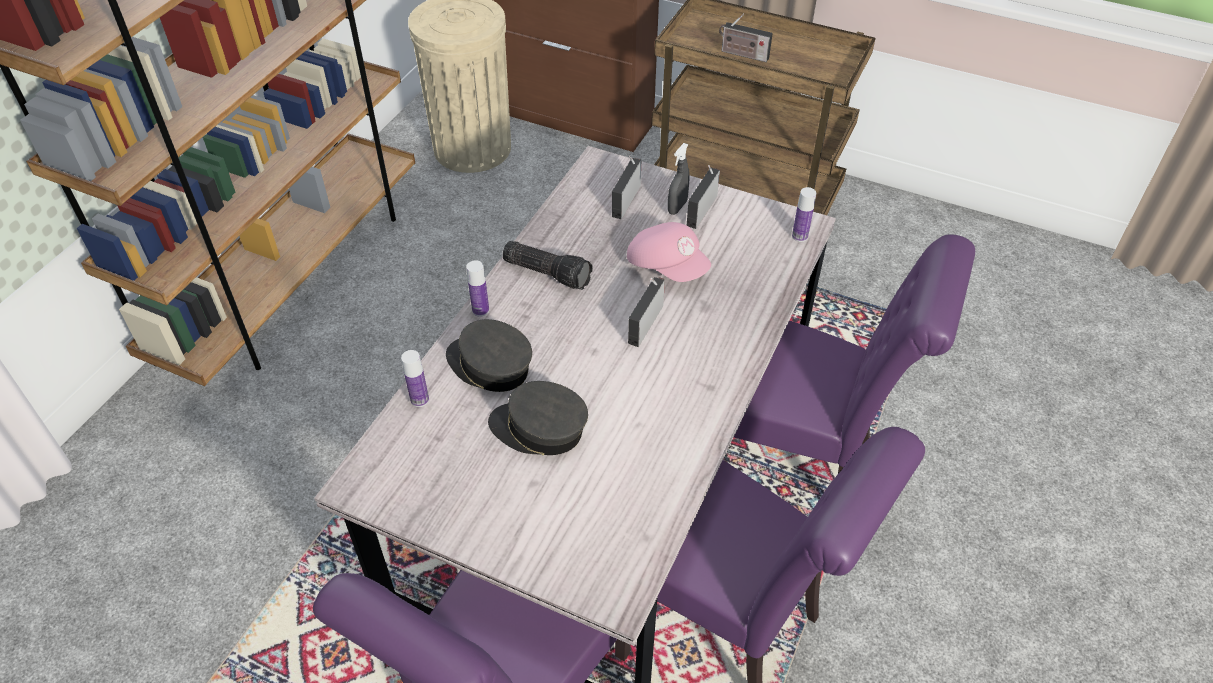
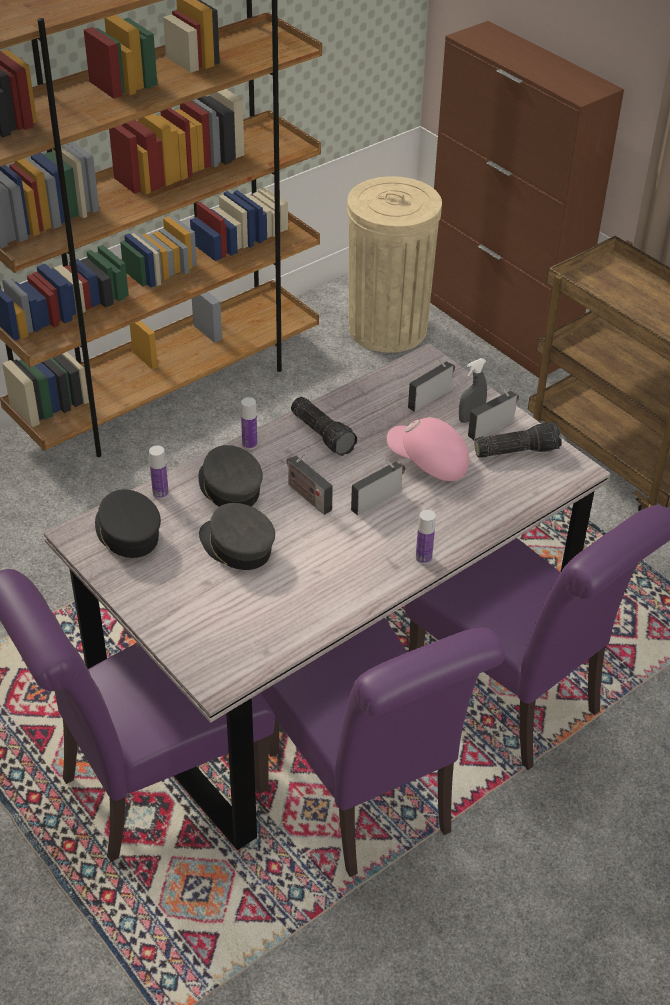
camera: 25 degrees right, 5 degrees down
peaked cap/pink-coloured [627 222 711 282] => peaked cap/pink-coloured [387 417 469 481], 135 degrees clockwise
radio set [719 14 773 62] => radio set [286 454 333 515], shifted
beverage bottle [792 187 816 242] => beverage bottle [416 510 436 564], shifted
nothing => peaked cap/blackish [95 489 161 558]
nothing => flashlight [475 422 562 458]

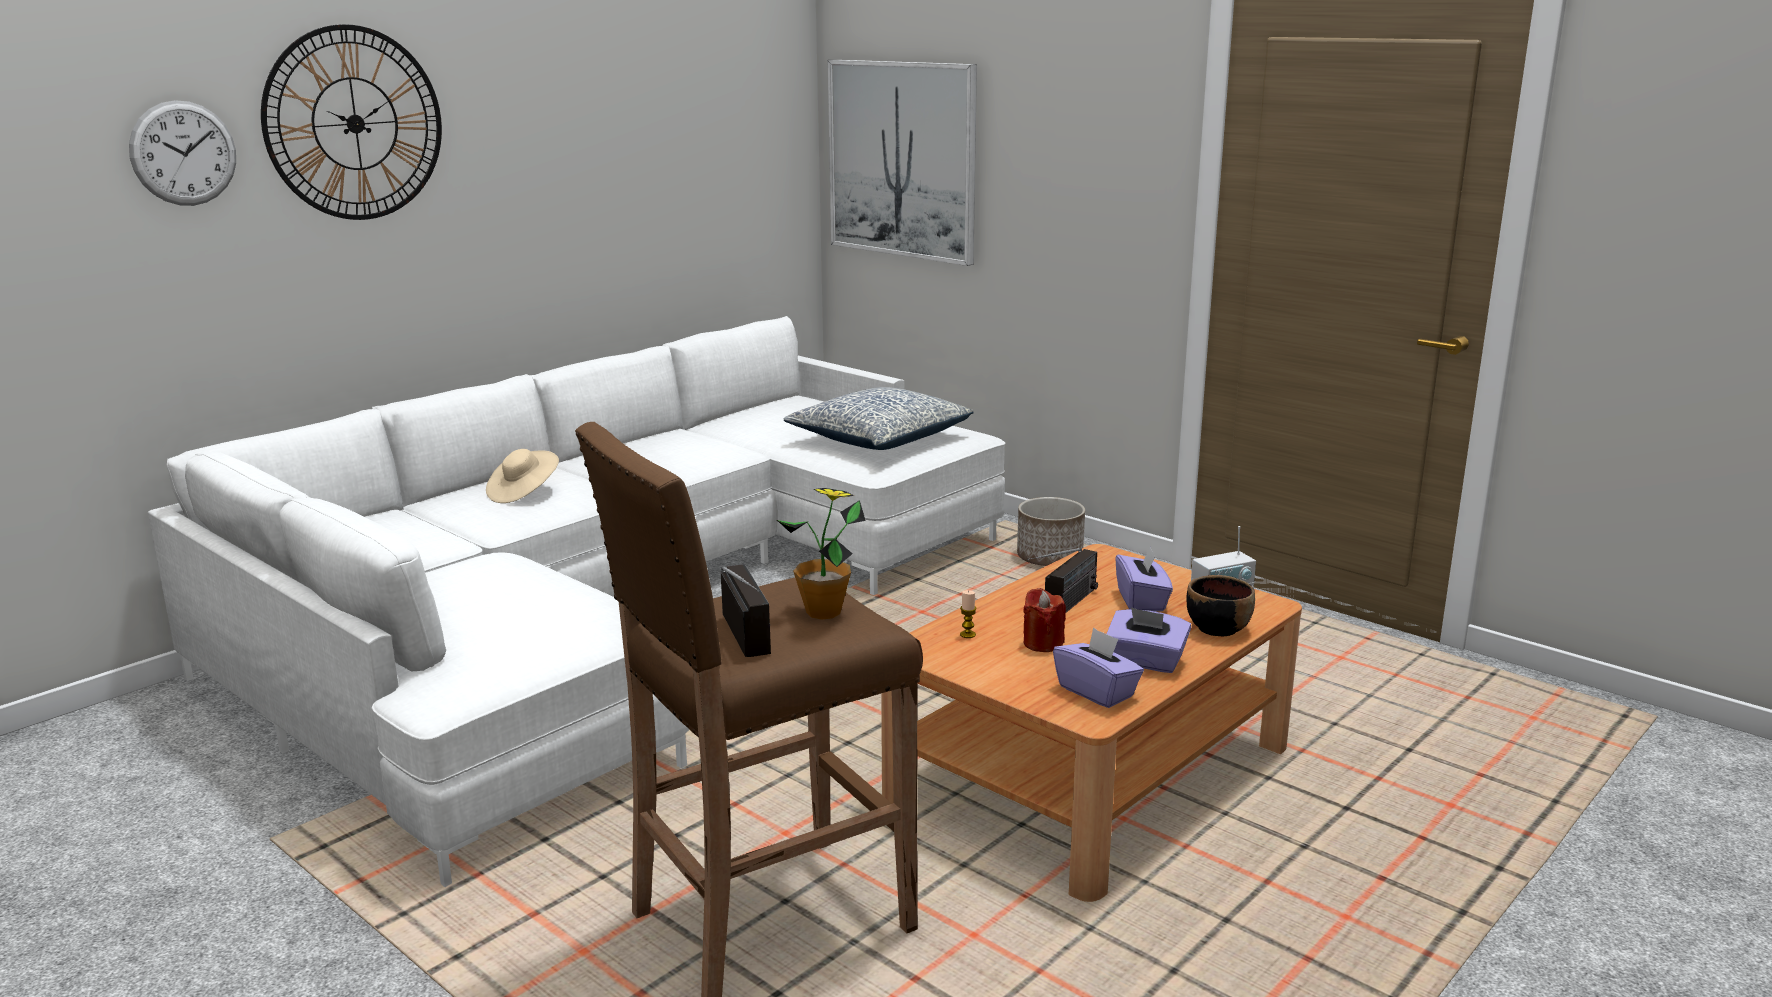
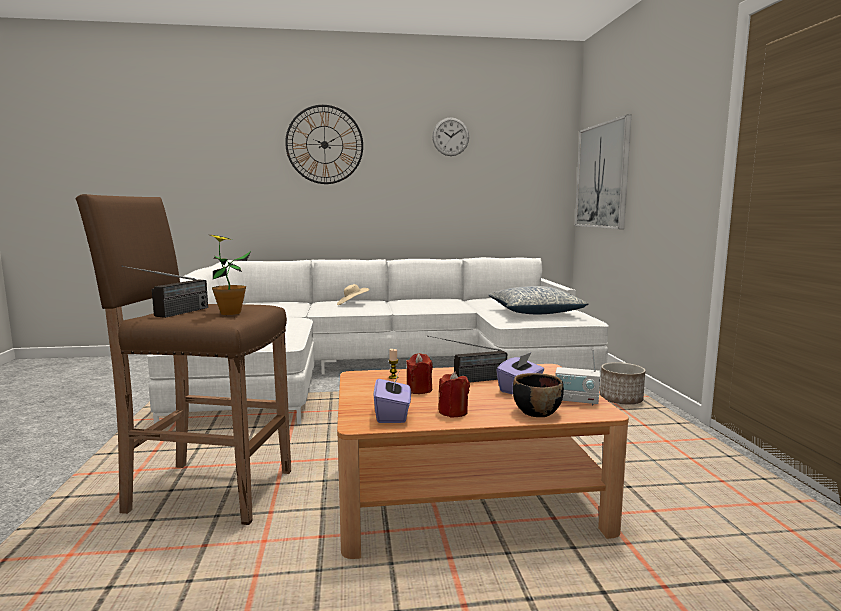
camera: 40 degrees right, 10 degrees down
clock on the wall [129 100 236 206] => clock on the wall [432 117 469 156], shifted
tissue box/purple [1107 607 1191 673] => wax light/red-coloured [438 372 470 417]

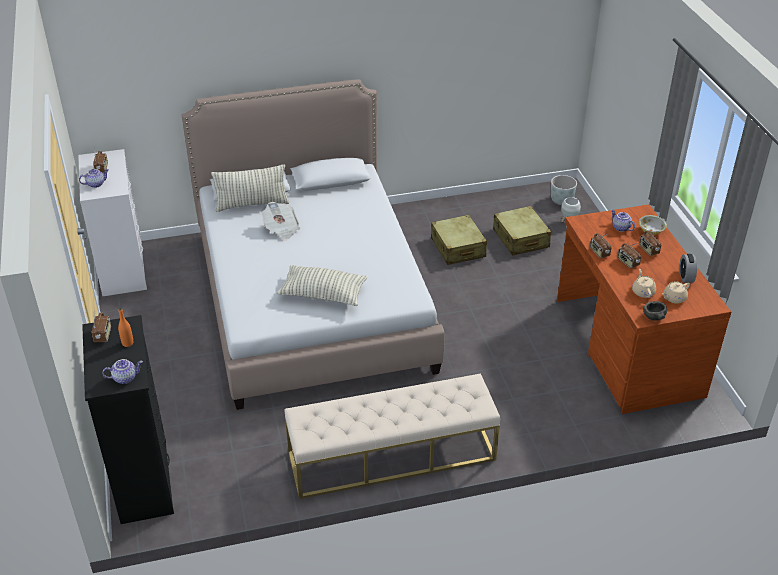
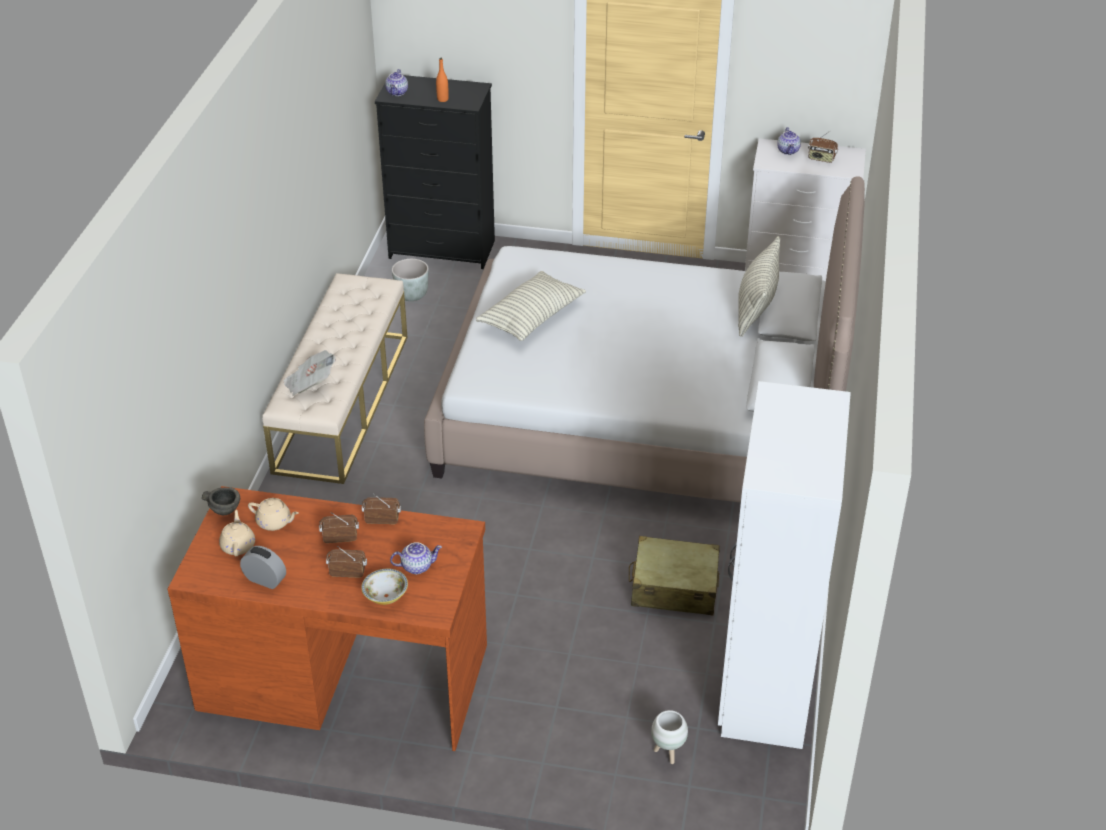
camera: 115 degrees right, 0 degrees up
radio set [92 313 111 342] => nothing
printed paper [262 202 300 240] => printed paper [283 350 336 396], shifted
suitcase/beige [493 206 551 255] => nothing
flower pot/greyish [551 175 577 205] => flower pot/greyish [392 259 429 301], shifted
nothing => wardrobe/white-coloured [718 381 851 749]

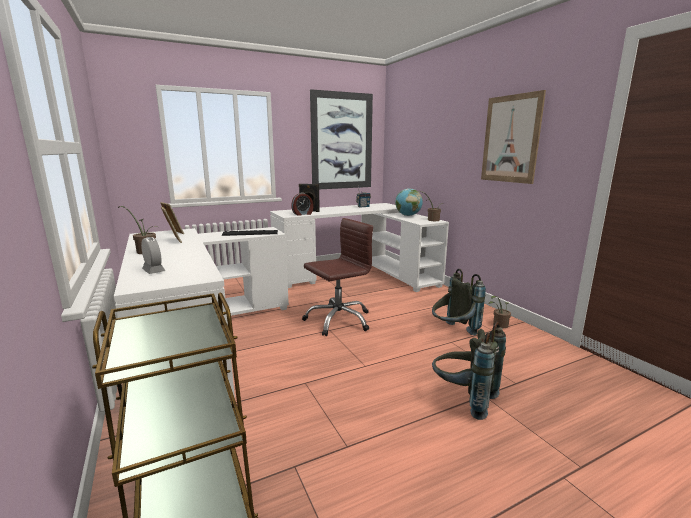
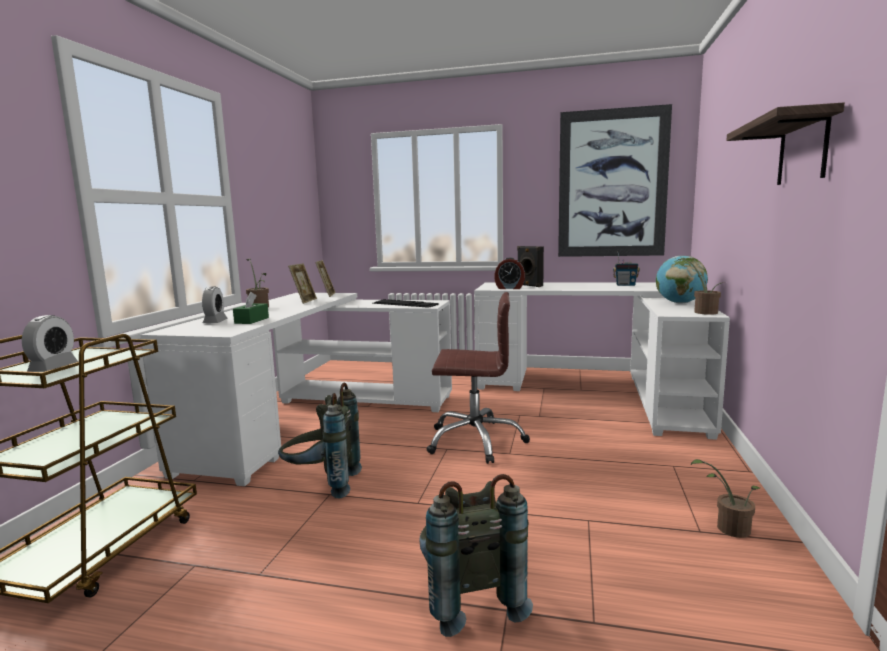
camera: 40 degrees right, 5 degrees down
rucksack/greyish [432 269 486 336] => rucksack/greyish [278 383 362 498], shifted
wall picture [481 90 546 184] => wall shelf [727 102 845 185]
nothing => table clock [22 315 78 372]
nothing => tissue box/greenish [233 292 269 324]

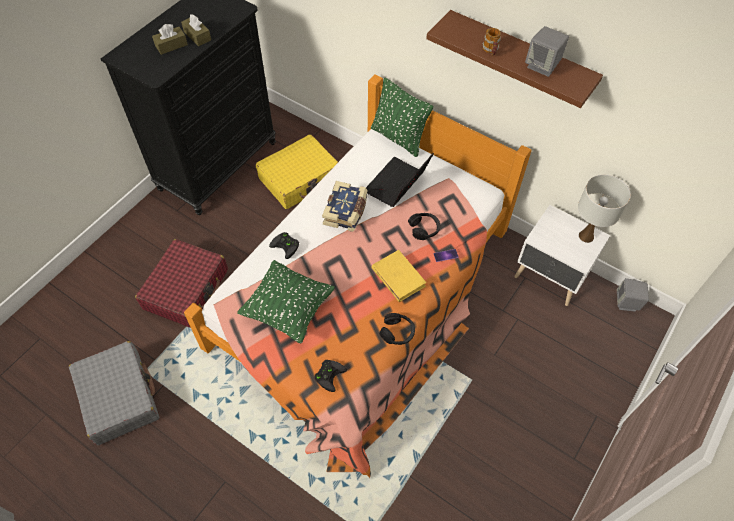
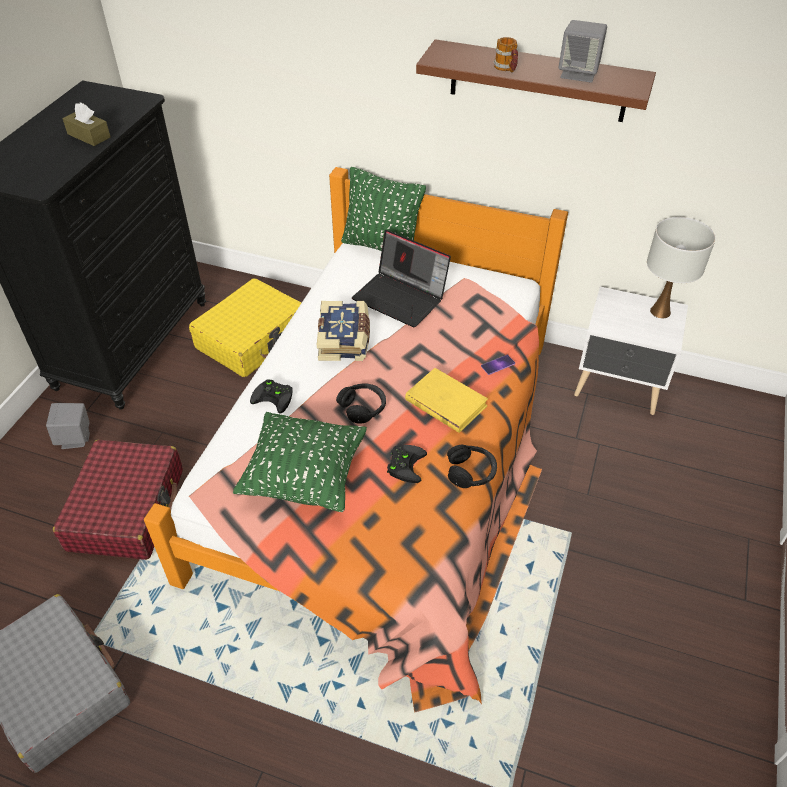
camera: 15 degrees left, 10 degrees down
tissue box/brown [152 24 188 55] => nothing
gamepad/blackish [314 360 347 392] => gamepad/blackish [387 445 427 483], shifted
portable computer [366 153 434 207] => portable computer [352 230 451 327], 75 degrees counterclockwise
headphones/blackish [408 213 440 240] => headphones/blackish [336 384 386 424], shifted
audio speaker/greyish [617 278 649 312] => audio speaker/greyish [46 403 90 449], shifted

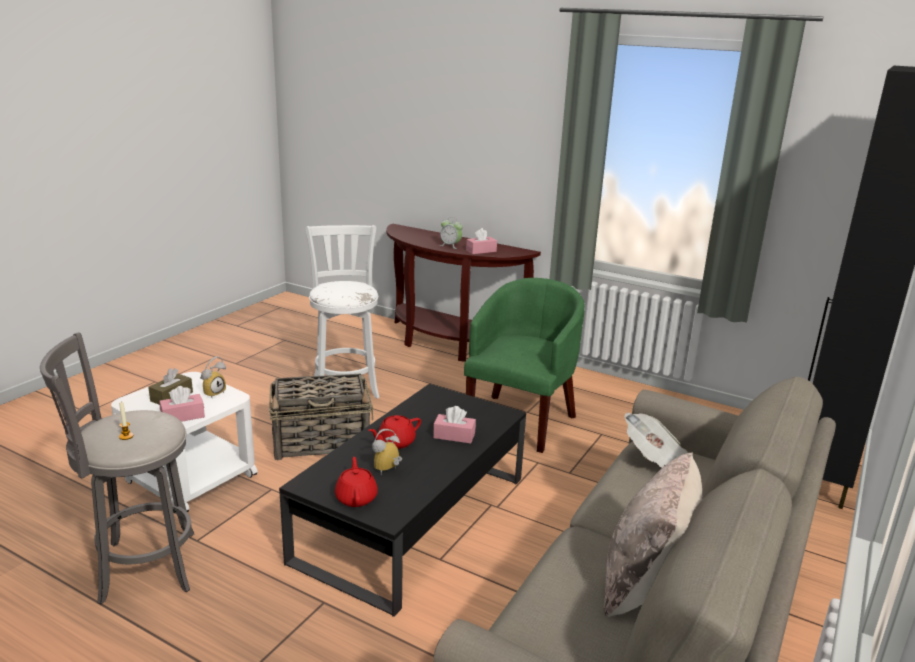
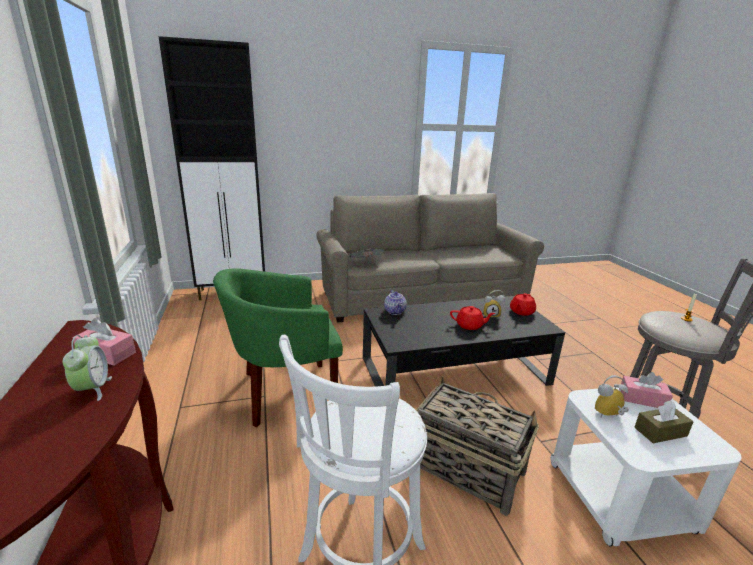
camera: 135 degrees left, 0 degrees up
tissue box/pink-coloured [433 406 476 444] => nothing
throw pillow/beige [604 452 702 617] => nothing
nothing => pot for tea [384 290 407 315]

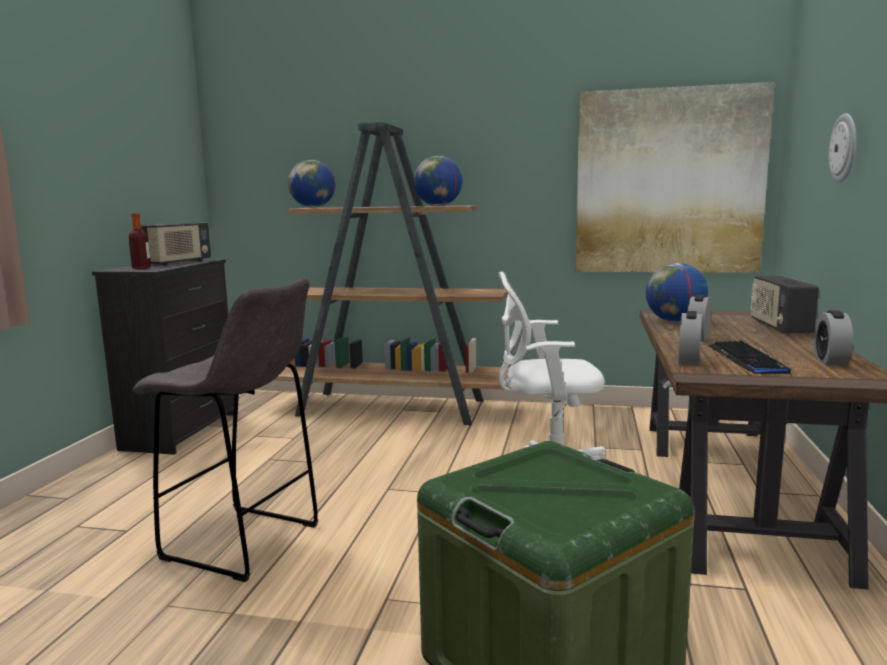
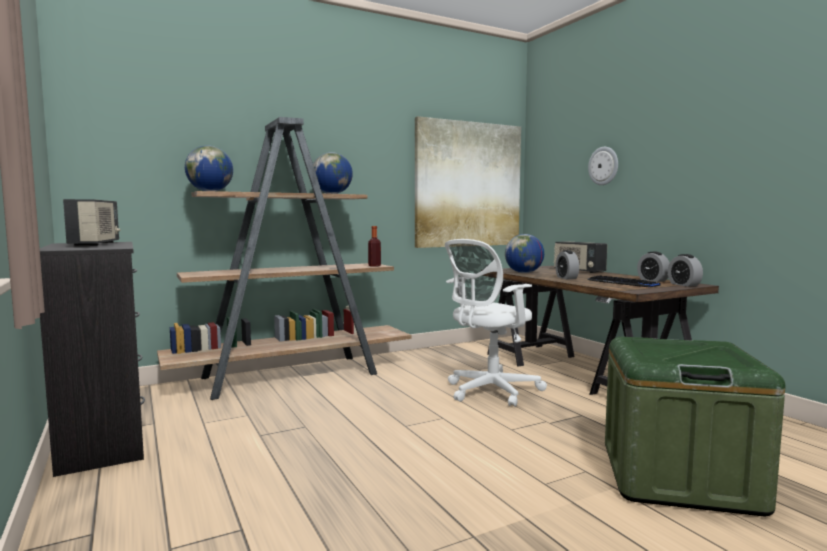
camera: 40 degrees left, 5 degrees down
beverage bottle [128 213 151 269] => beverage bottle [368 226 381 267], shifted
sitting stool/greyish [133 278 319 582] => nothing
table clock [678 311 702 366] => table clock [668 254 703 287], shifted

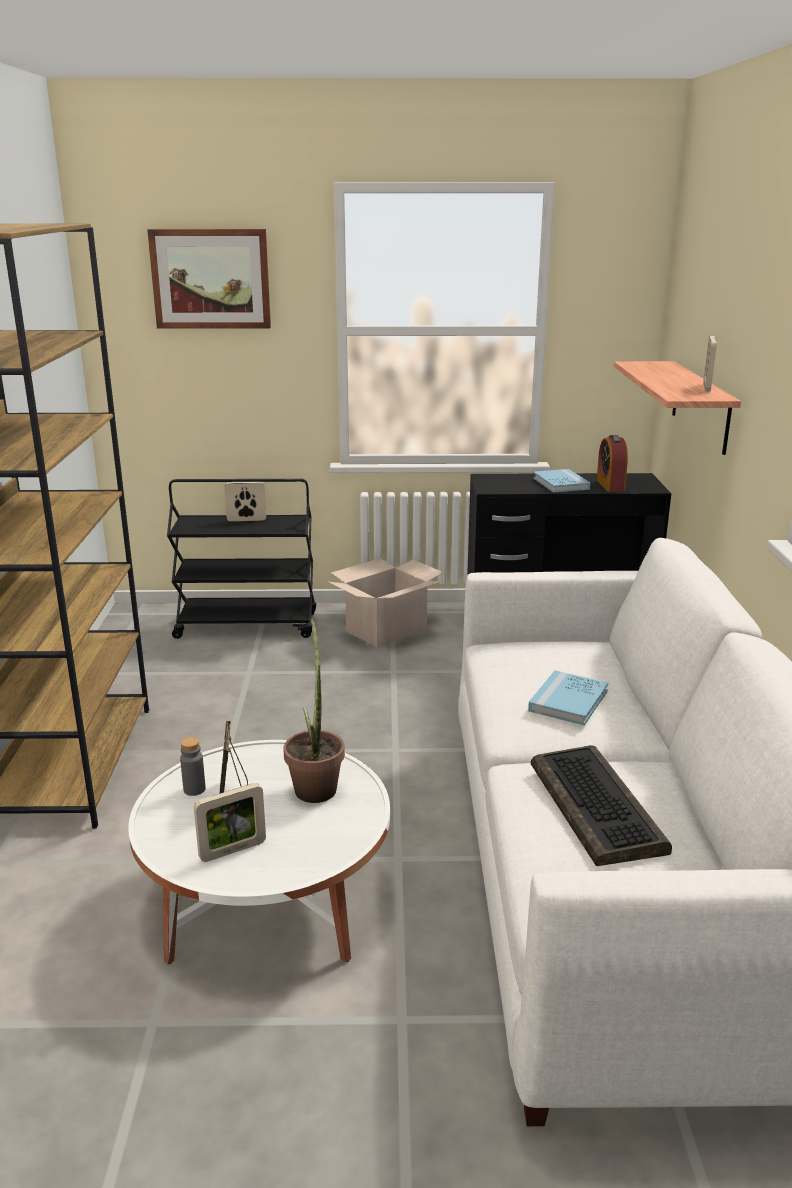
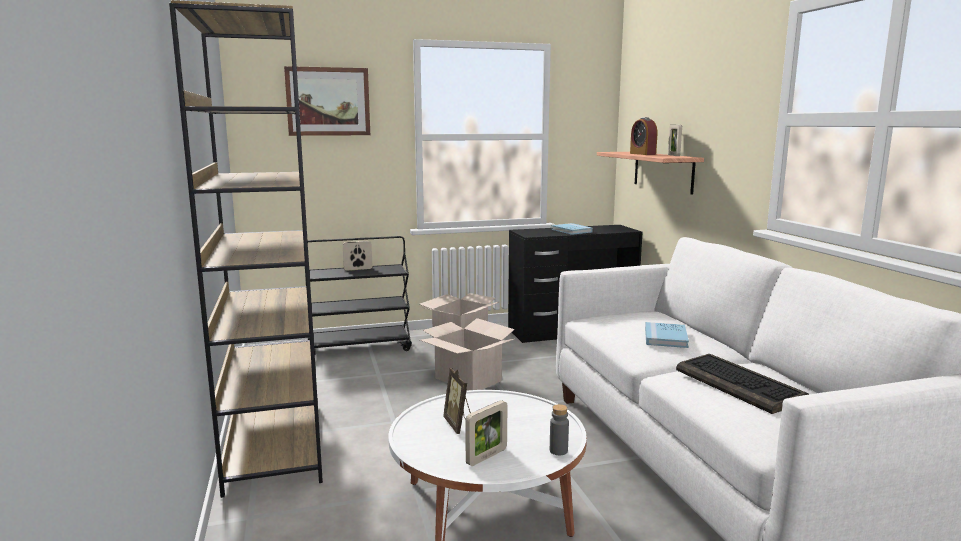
camera: 15 degrees left, 10 degrees down
beverage bottle/greyish [180 737 206 796] => beverage bottle/greyish [550 404 569 455], shifted
houseplant [283 619 345 803] => nothing
table clock [597 435 628 492] => table clock [630 117 657 155], shifted
nothing => packing box [420 318 515 391]

